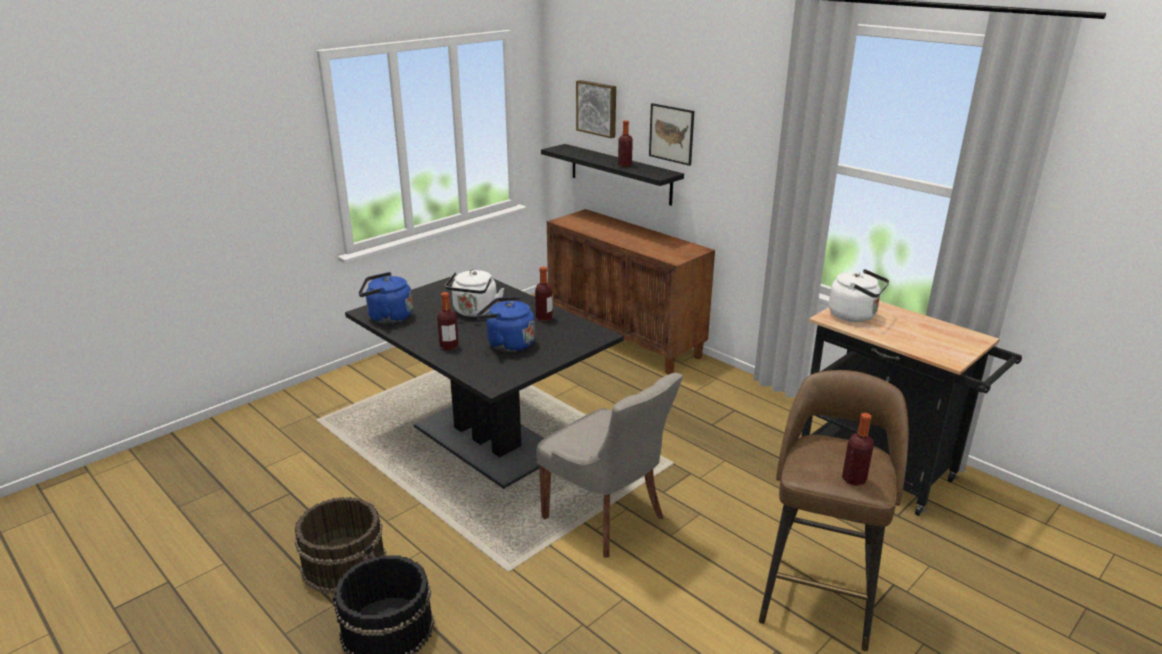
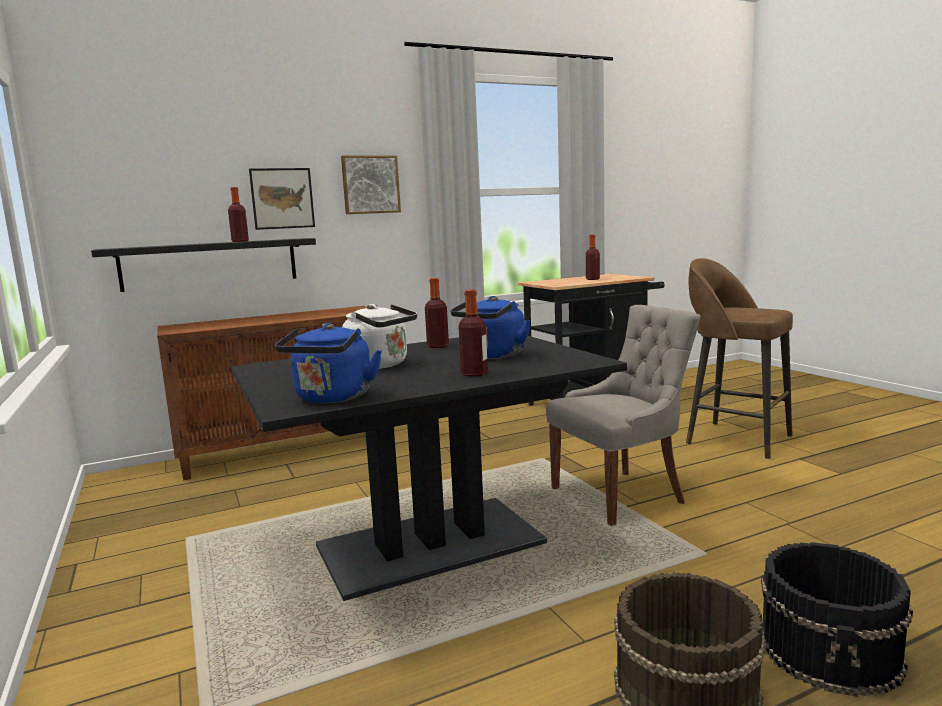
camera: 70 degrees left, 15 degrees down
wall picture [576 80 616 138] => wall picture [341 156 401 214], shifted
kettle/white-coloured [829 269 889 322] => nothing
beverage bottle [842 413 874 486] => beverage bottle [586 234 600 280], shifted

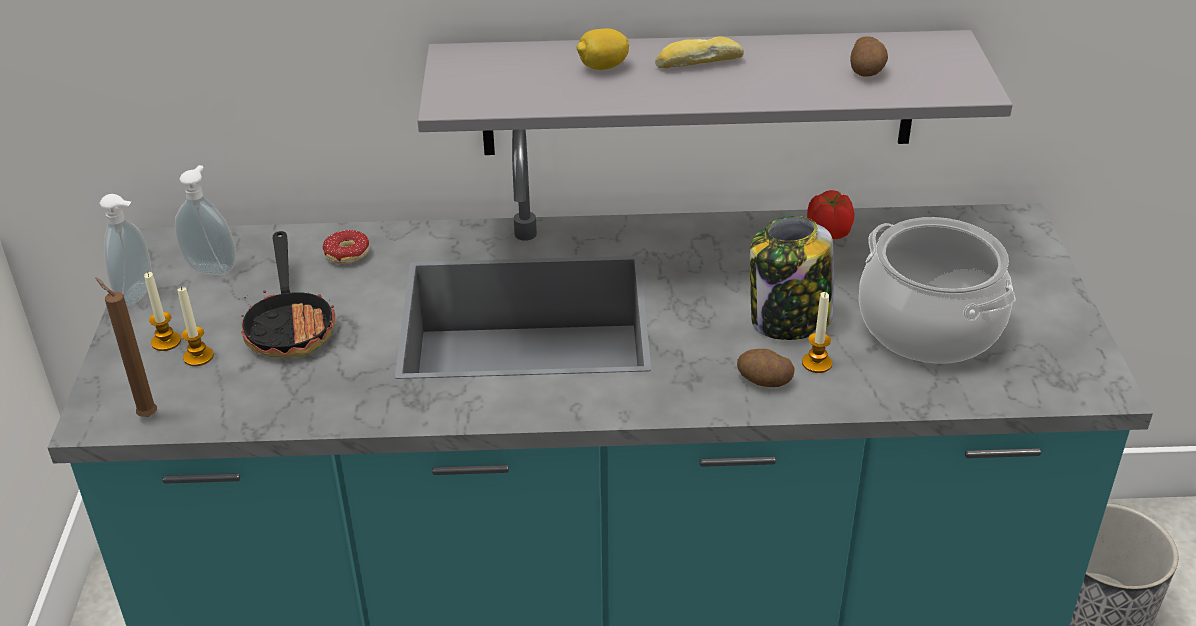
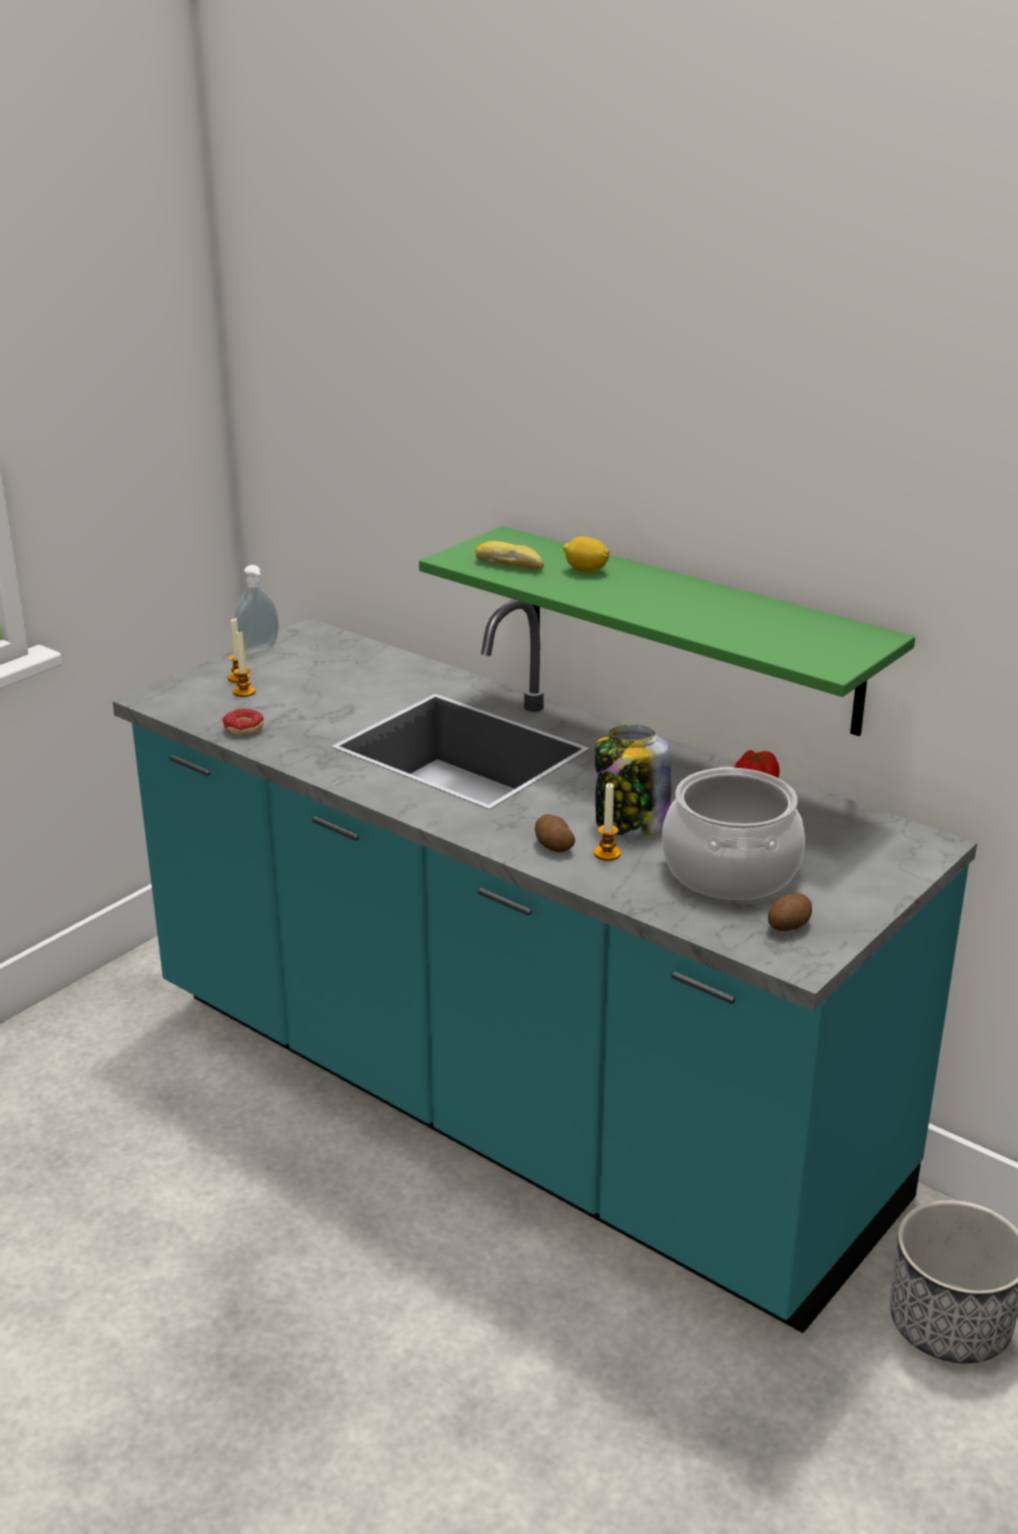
camera: 40 degrees right, 10 degrees down
wax light/brown [95 277 157 417] => nothing
soap dispenser [175 165 236 275] => nothing
skillet [239 231 335 358] => nothing
ring doughnut [323 230 383 264] => ring doughnut [222 709 264 735], shifted
wall shelf/greyish [417 30 1013 155] => wall shelf/greenish [419 526 915 736]
baked bread [655 36 744 68] => baked bread [475 541 544 570], shifted
potato [850 36 888 77] => potato [768 893 812 931], shifted

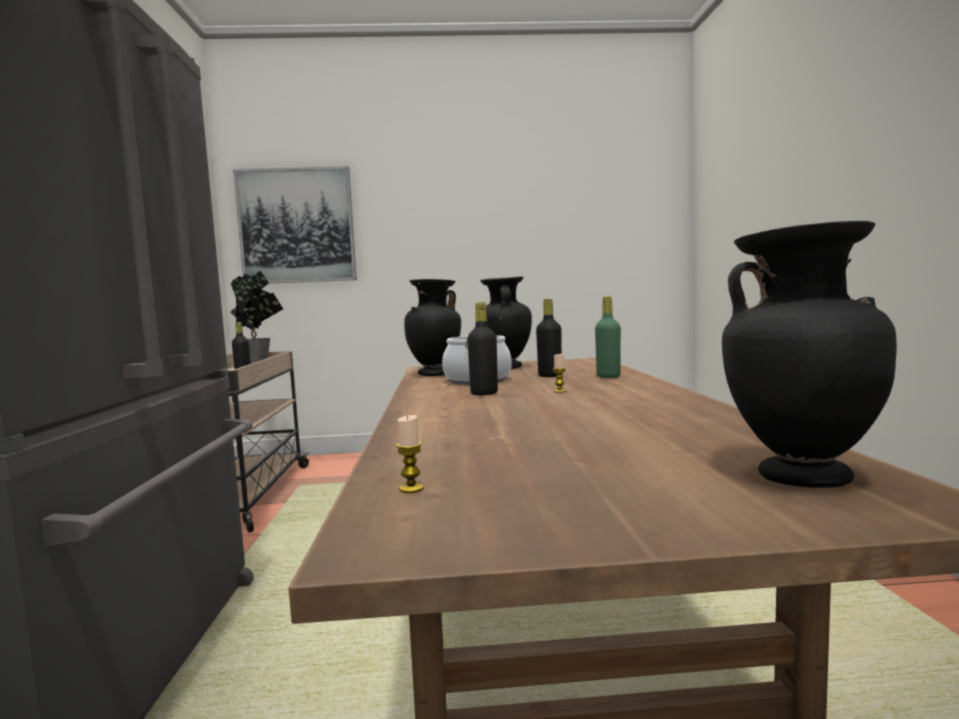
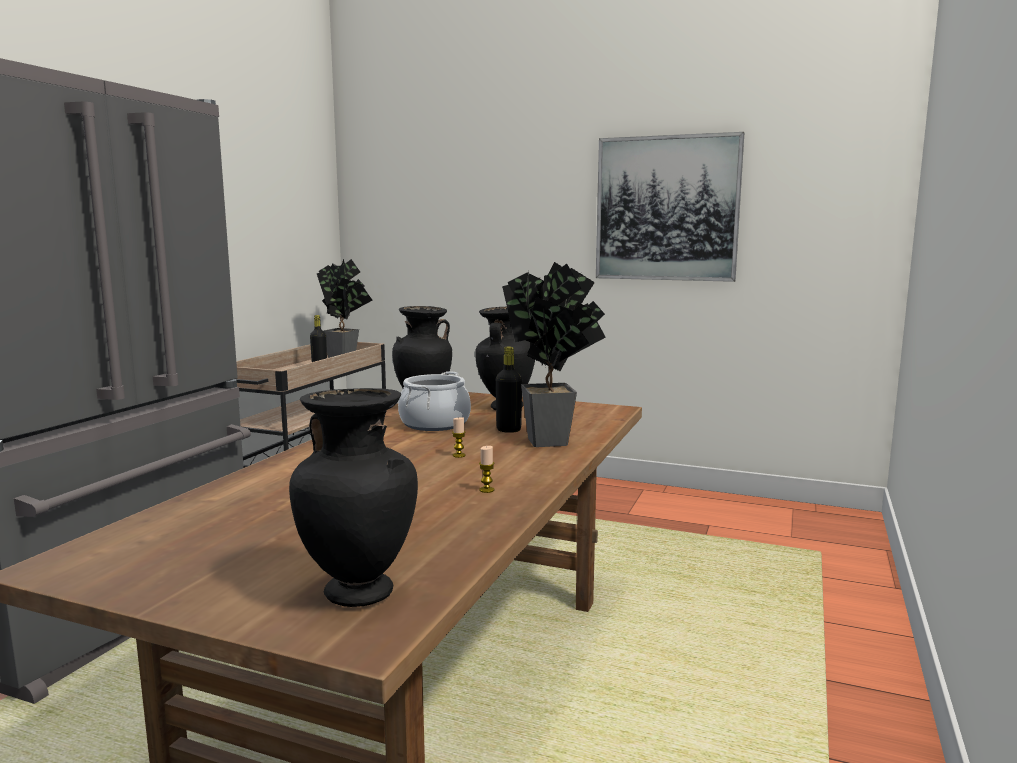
camera: 25 degrees right, 5 degrees up
wall picture [233 166 357 284] => wall picture [596 132 744 282], shifted
wax light [396 415 424 493] => wax light [479 446 494 493], shifted
beverage bottle/blackish [467 302 498 395] => nothing
beverage bottle/greenish [595 296 621 378] => houseplant [502 262 606 447]

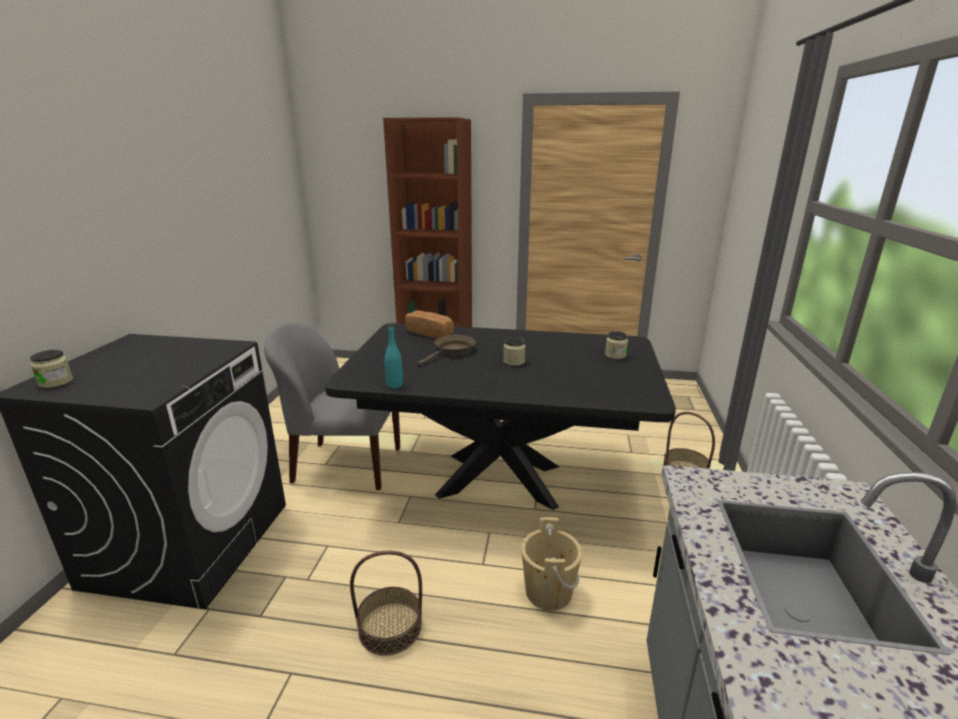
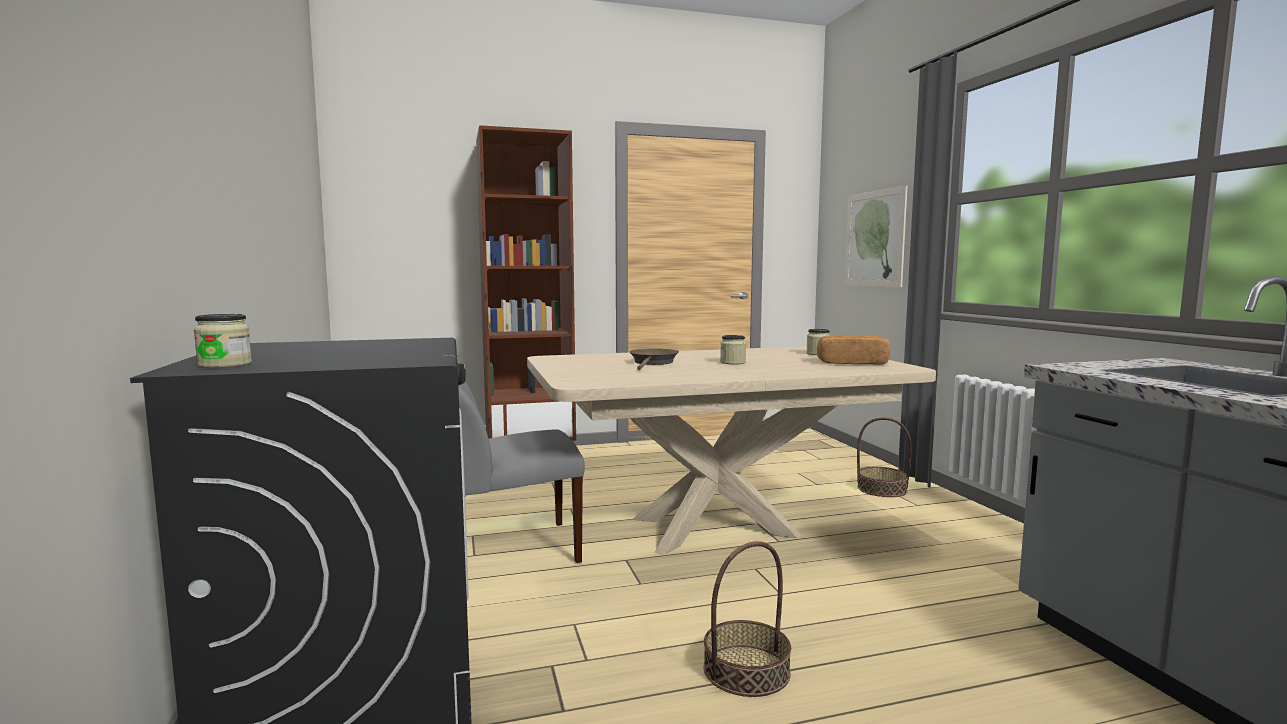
camera: 25 degrees left, 15 degrees down
dinner table/blackish [325 323 676 510] => dinner table/beige [527 346 936 555]
beverage bottle/blue-green [385 324 403 389] => nothing
baked bread [405 310 454 339] => baked bread [817 335 890 365], shifted
pail/beige [521 517 582 611] => nothing
nothing => wall picture [845 185 907 288]

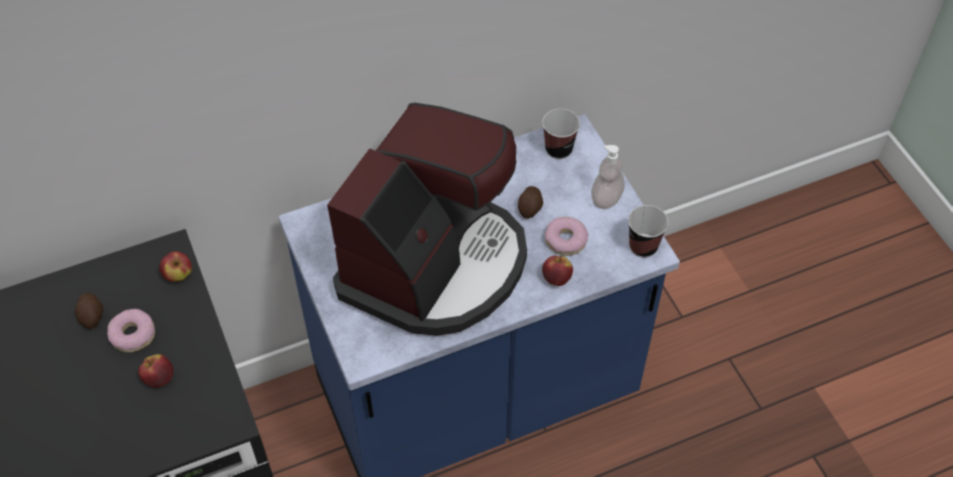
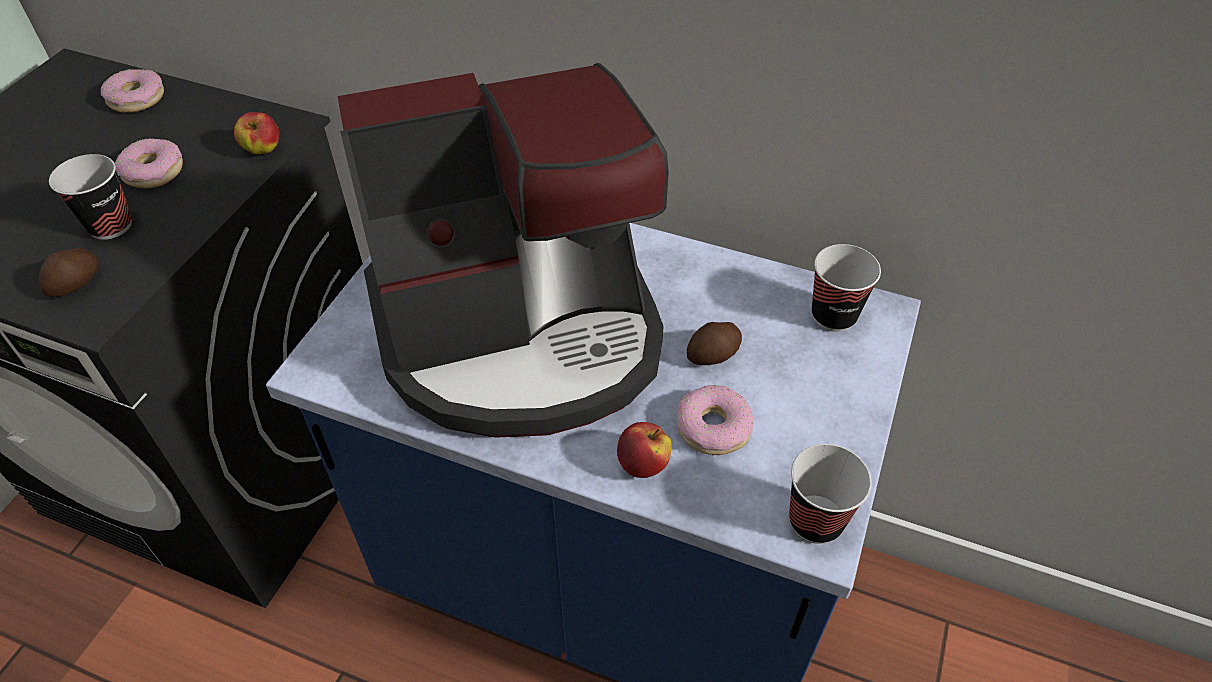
camera: 45 degrees right, 5 degrees down
potato [75 293 103 329] => potato [39 248 99 297], shifted
apple [138 354 174 388] => small cup [49 154 132 240]
soap dispenser [591 145 625 209] => nothing
nothing => ring doughnut [101 69 164 113]

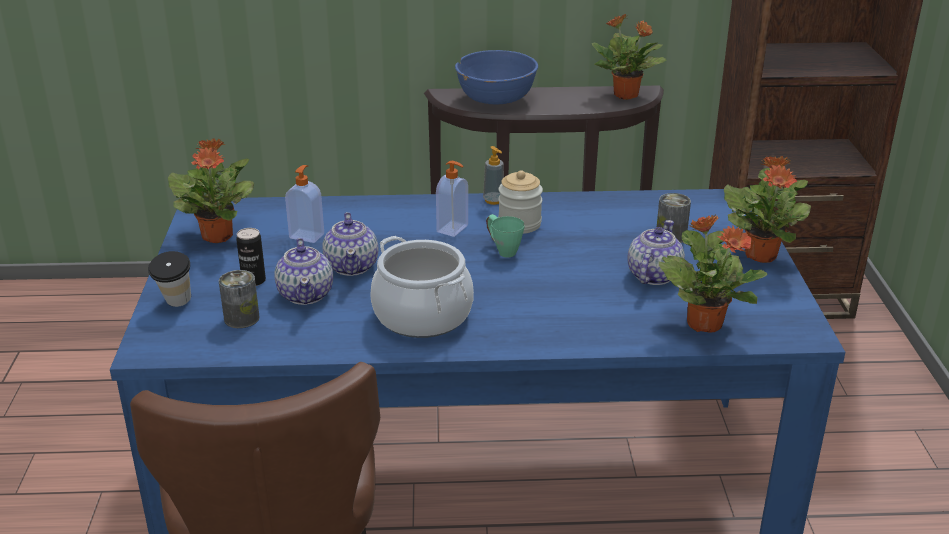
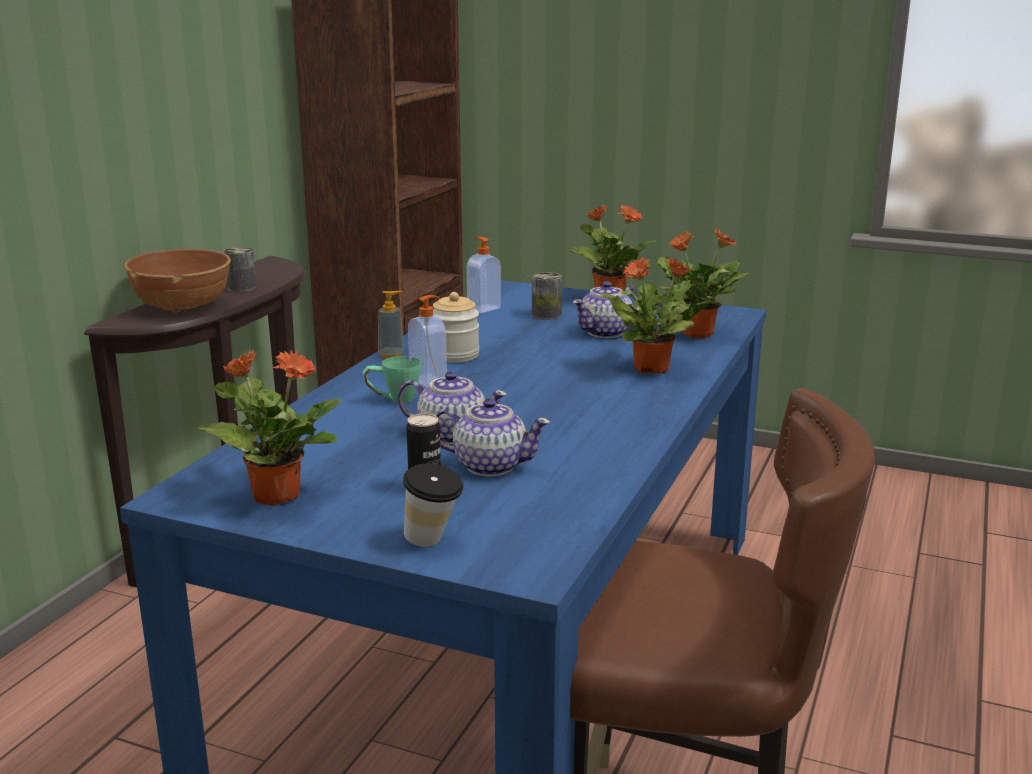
camera: 65 degrees left, 10 degrees down
sealed can [219 270 260 328] => sealed can [223 247 256 292], shifted
soap dispenser [285 165 324 243] => soap dispenser [467 237 501 314], shifted
cooking pot [370 236 474 338] => nothing
bowl/bluish [455 50 538 104] => bowl/brown [124 249 231 313]
tea mug/greenish [486 214 524 258] => tea mug/greenish [362 356 421 403], shifted
houseplant [592 14 667 100] => houseplant [601 257 711 374], shifted
pot for tea [628 220 685 285] => pot for tea [573 281 638 338], 90 degrees counterclockwise

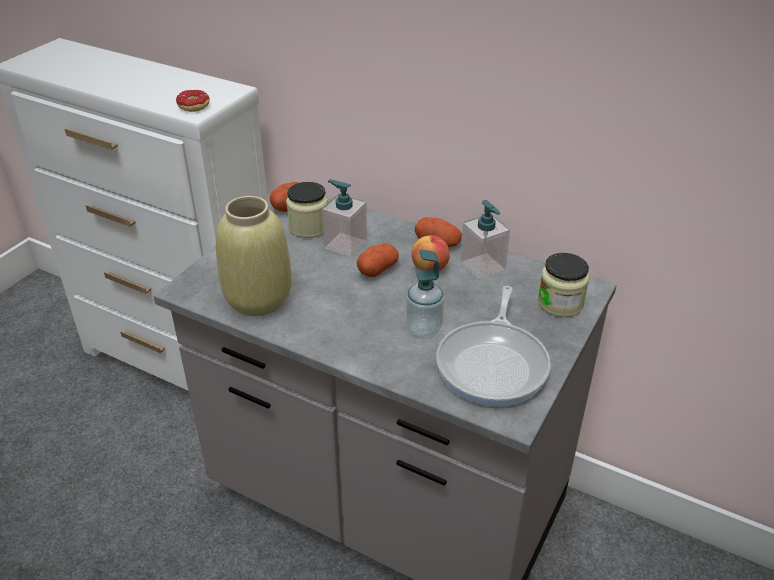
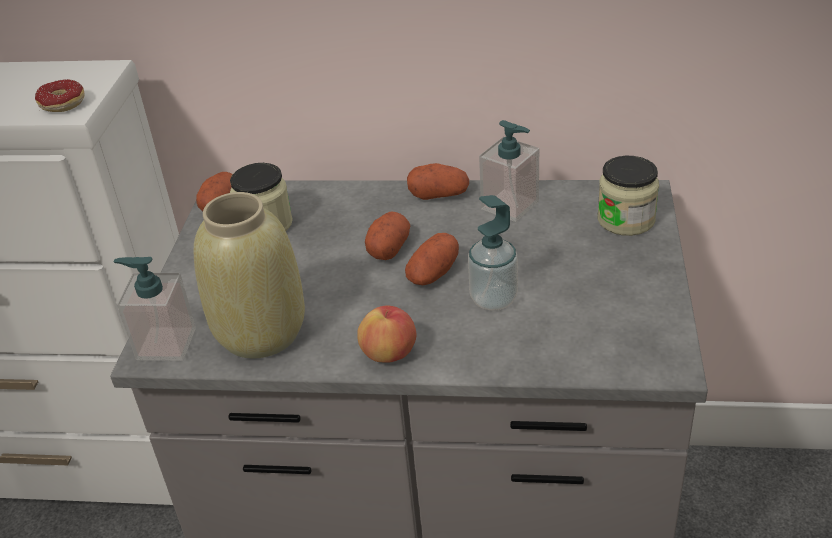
camera: 20 degrees left, 0 degrees up
soap dispenser [322 180 367 257] => soap dispenser [114 257 196 361], shifted
apple [411 235 450 271] => apple [357 306 417 363], shifted
skillet [436 286 550 406] => nothing
nothing => potato [405 233 459 285]

